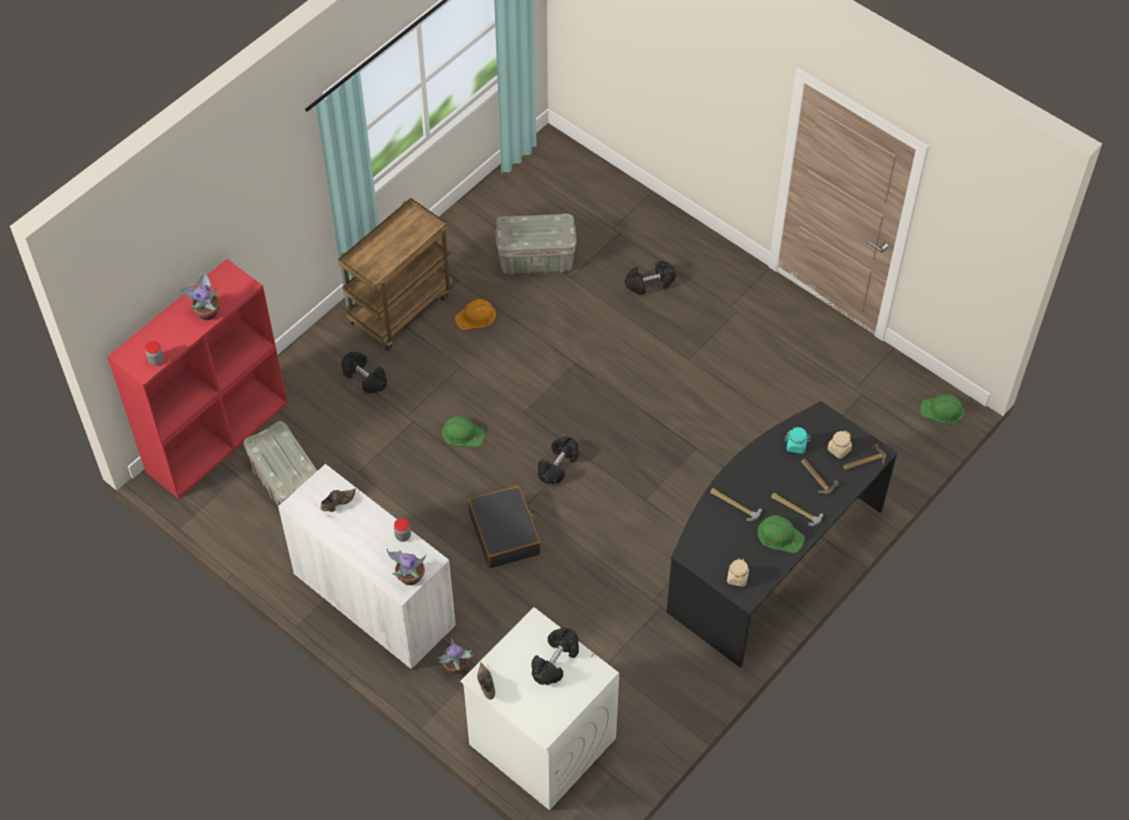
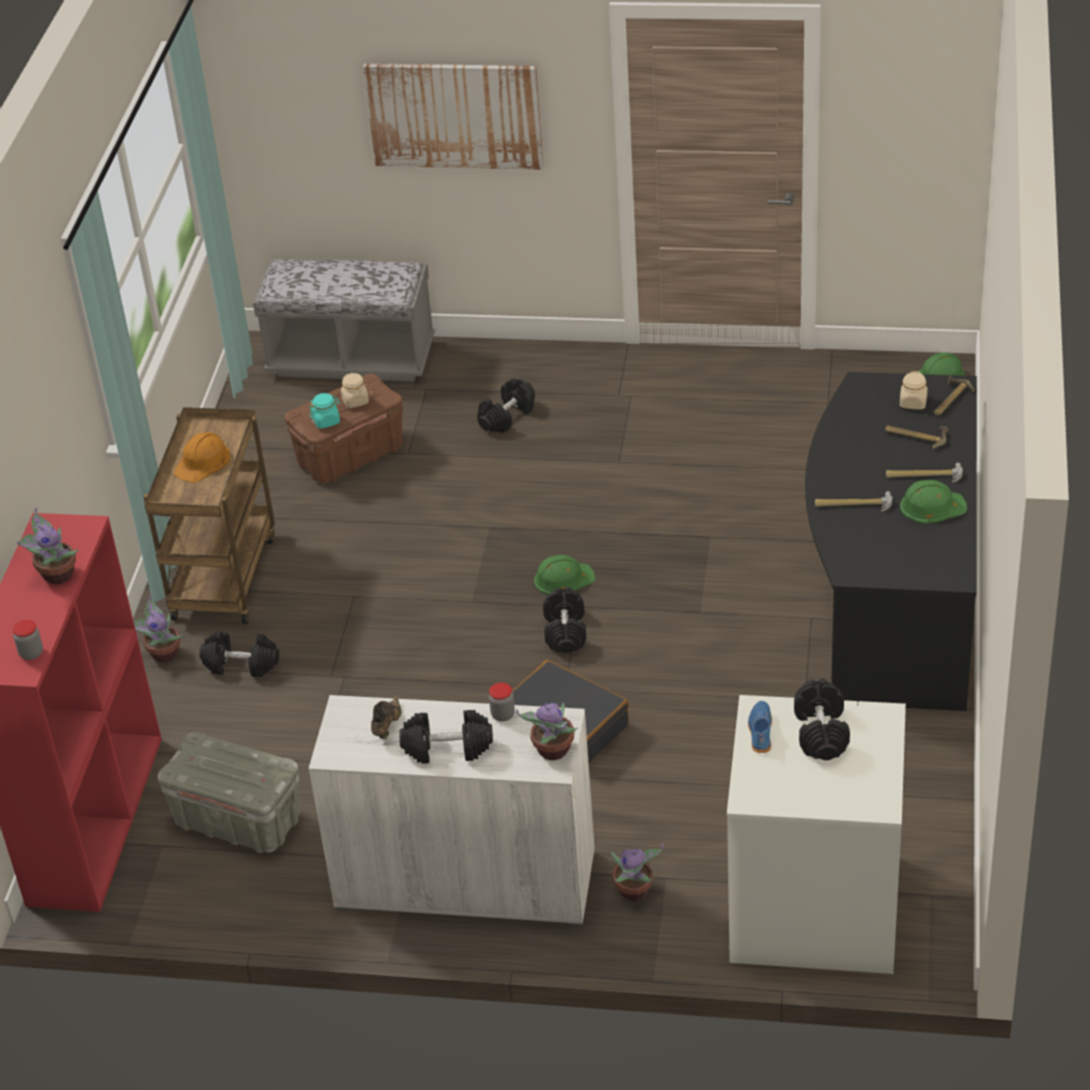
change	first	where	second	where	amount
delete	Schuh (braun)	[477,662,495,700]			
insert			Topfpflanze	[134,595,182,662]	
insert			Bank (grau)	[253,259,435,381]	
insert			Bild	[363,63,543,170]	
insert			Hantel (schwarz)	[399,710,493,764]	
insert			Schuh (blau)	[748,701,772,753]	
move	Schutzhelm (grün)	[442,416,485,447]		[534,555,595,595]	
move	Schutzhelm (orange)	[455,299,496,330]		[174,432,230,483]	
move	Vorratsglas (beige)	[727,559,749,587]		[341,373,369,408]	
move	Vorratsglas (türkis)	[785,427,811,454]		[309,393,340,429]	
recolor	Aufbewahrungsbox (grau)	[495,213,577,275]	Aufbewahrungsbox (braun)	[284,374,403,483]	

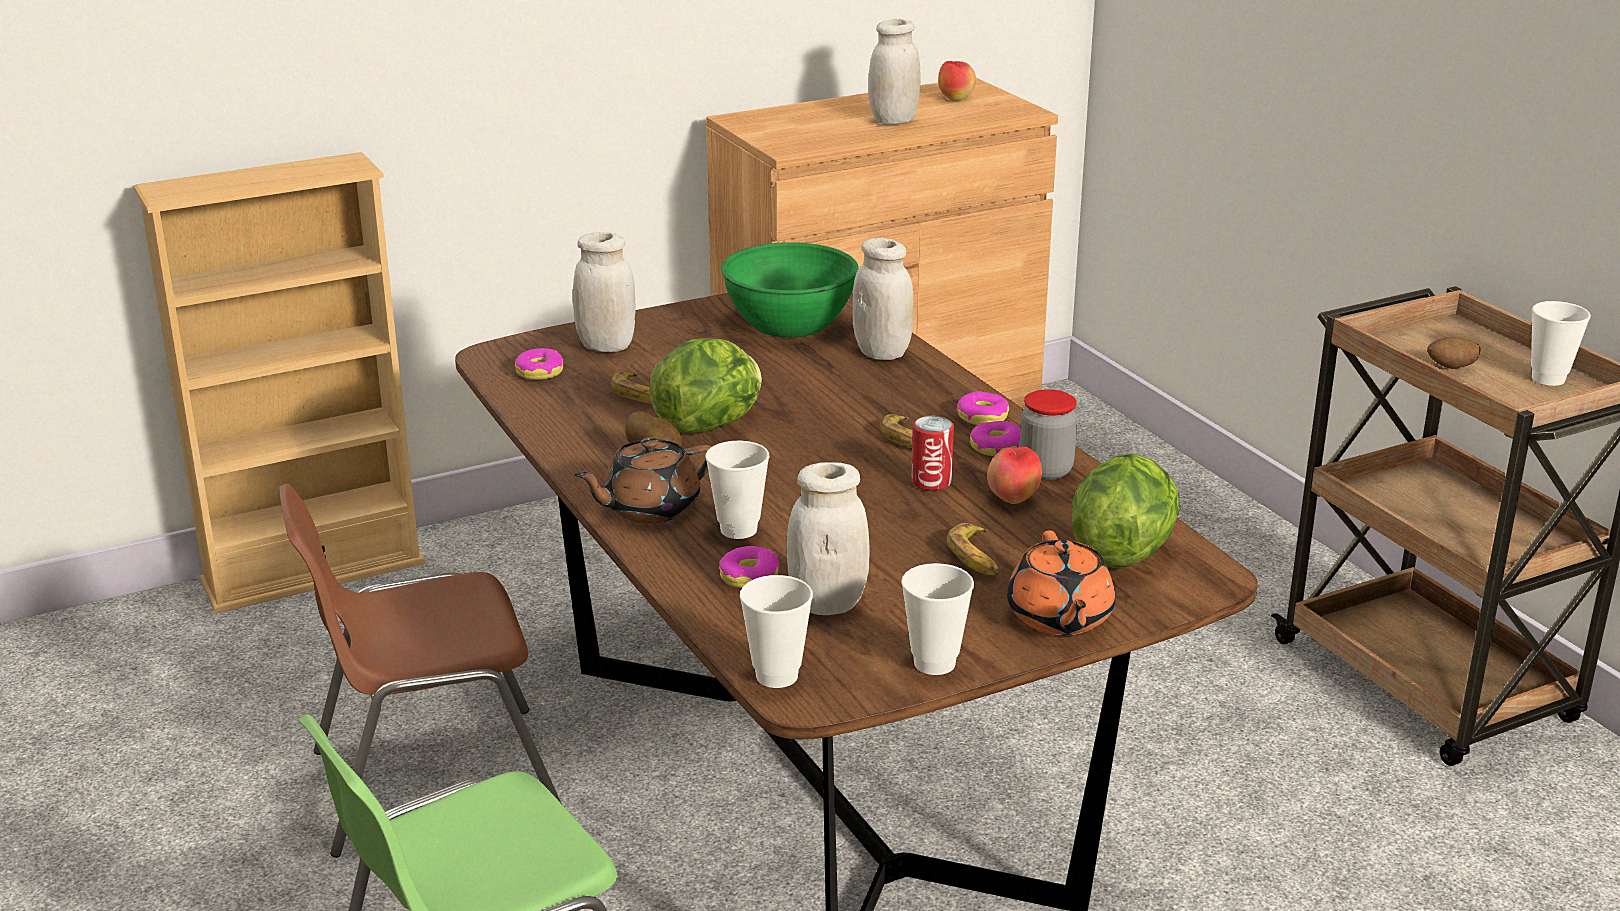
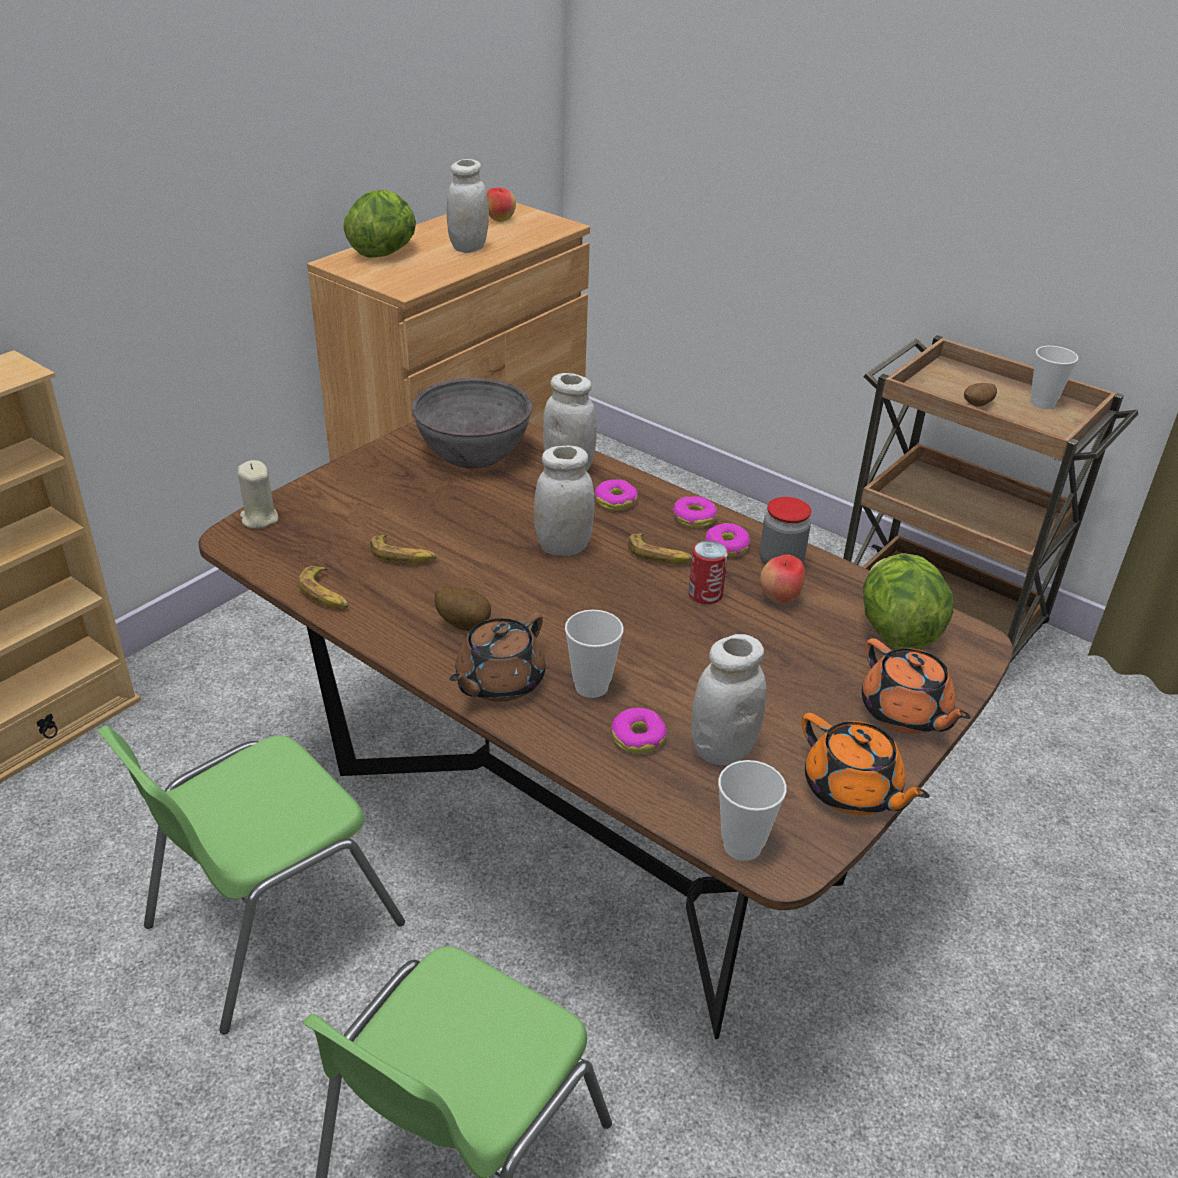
change	first	where	second	where	amount
insert			Kerze (beige)	[237,460,278,529]	
move	Donut	[515,348,563,380]		[595,479,638,511]	
move	Vorratsglas (weiß)	[573,232,636,352]		[534,446,595,556]	
move	Salatkopf	[649,338,762,432]		[343,190,416,258]	
move	Banane	[947,523,1000,576]		[298,566,349,608]	
replace	Tasse	[901,563,974,675]	Teekanne (orange)	[802,713,930,815]	
recolor	Stuhl (braun)	[279,484,562,858]	Stuhl (grün)	[98,726,405,1034]	
recolor	Schüssel (grün)	[721,242,859,338]	Schüssel (grau)	[411,378,532,468]	

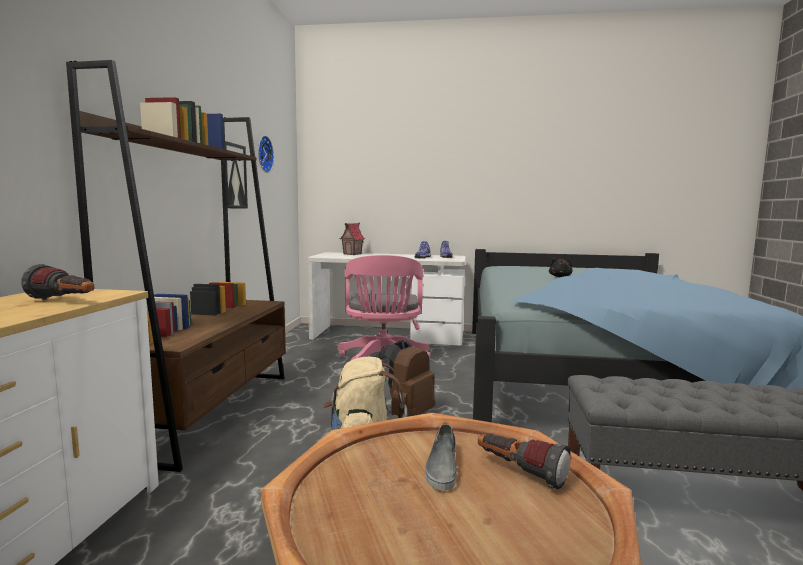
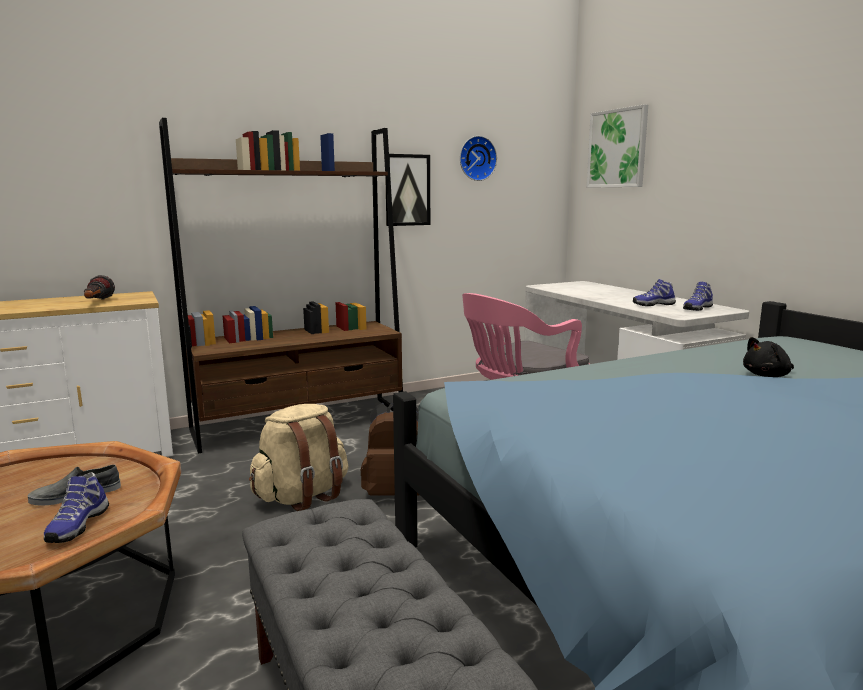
change	first	where	second	where	amount
delete	Spielzeughaus	[340,223,365,255]			
insert			Bild	[587,104,648,188]	
replace	Taschenlampe	[478,433,571,489]	Schuh	[44,472,109,543]	

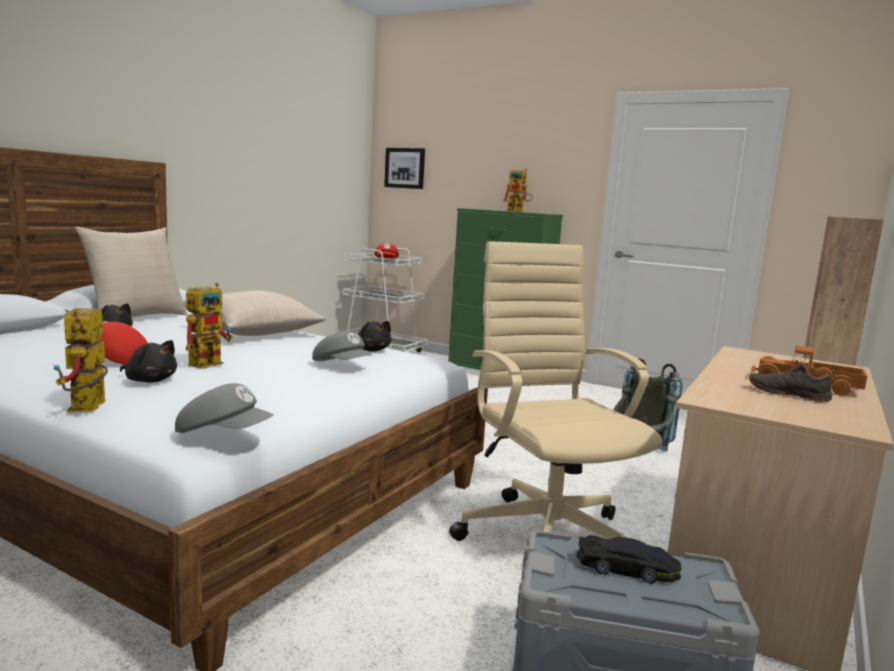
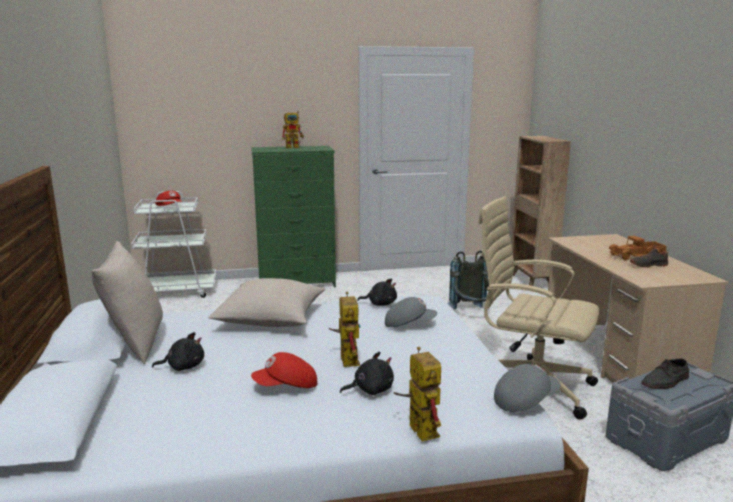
change	first	where	second	where	amount
delete	Bild	[384,148,425,189]			
replace	Spielzeugauto (schwarz)	[577,535,681,584]	Schuh (grau)	[642,358,689,389]	
rotate	Spielzeugroboter	[53,308,108,412]		[394,346,441,442]	150 degrees counterclockwise

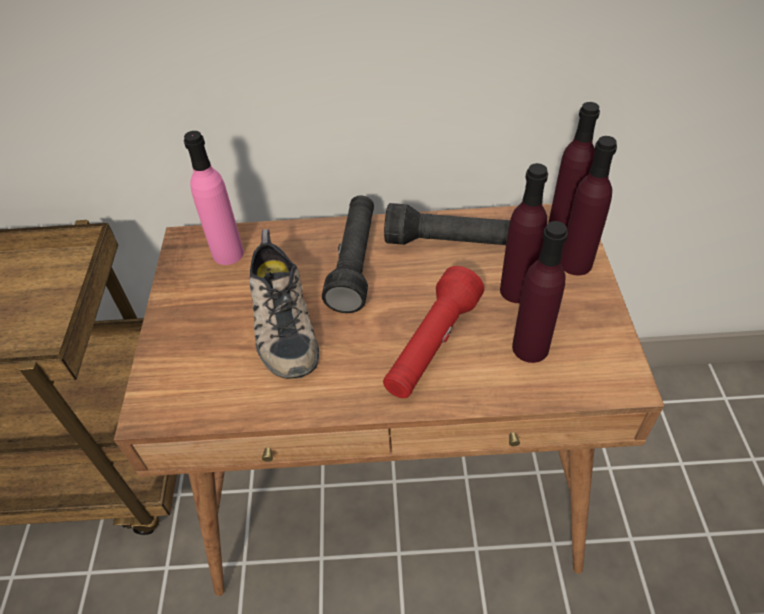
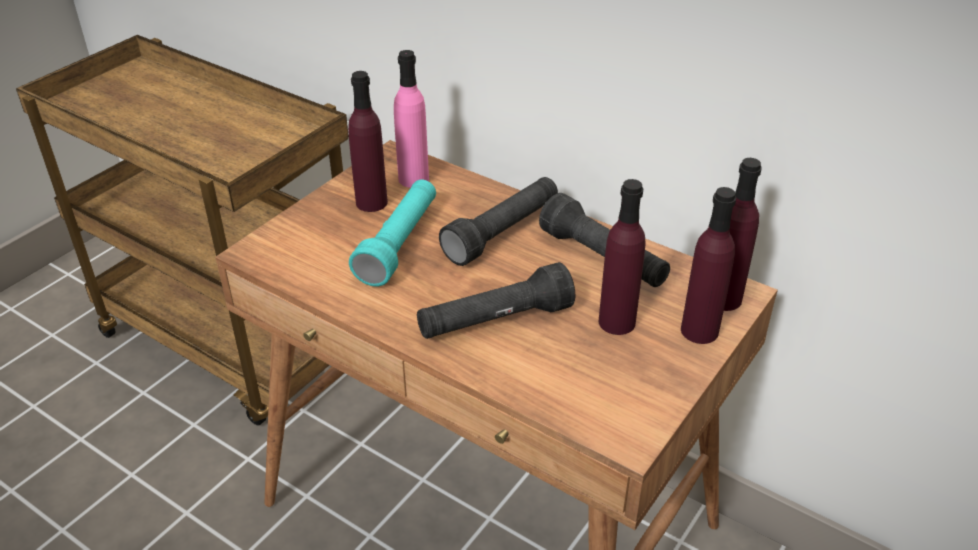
change	first	where	second	where	amount
move	Flasche (lila)	[512,221,568,363]		[348,71,388,212]	
replace	Schuh	[249,229,319,379]	Taschenlampe (türkis)	[349,179,436,287]	
recolor	Taschenlampe (rot)	[383,266,484,398]	Taschenlampe (schwarz)	[417,262,575,339]	

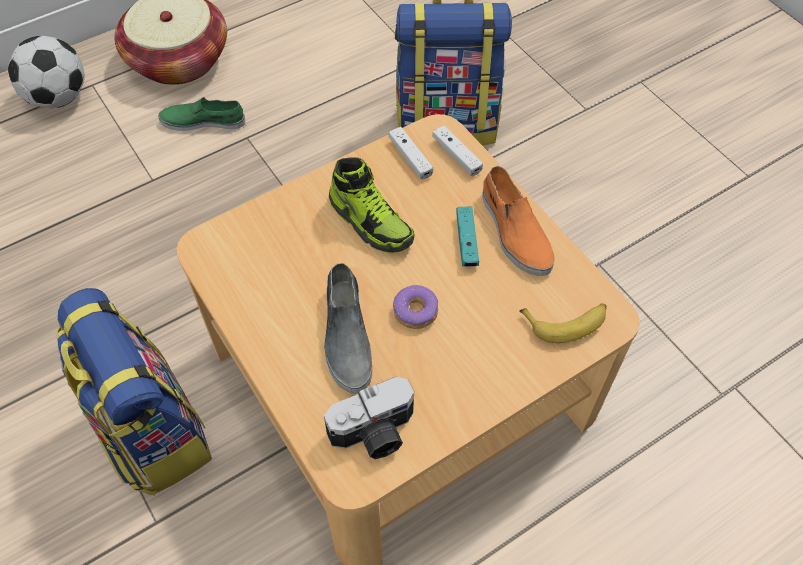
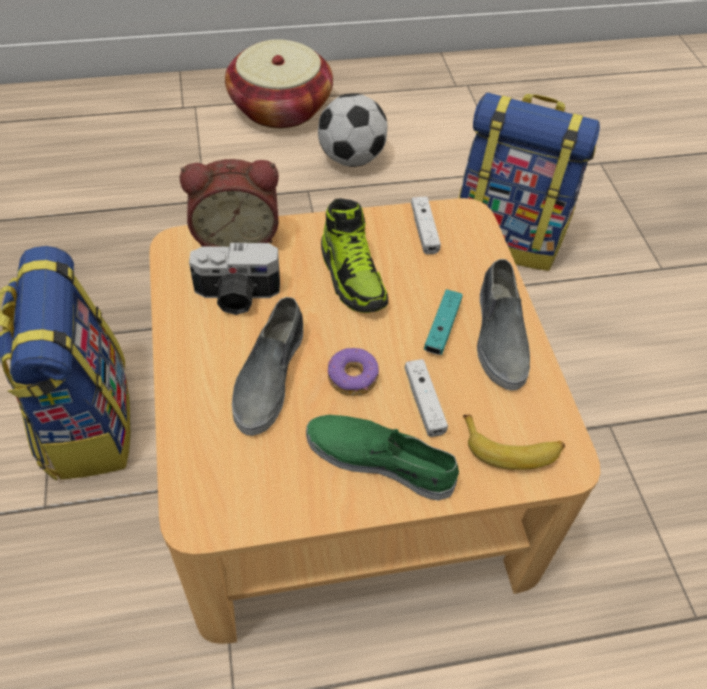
change	first	where	second	where	amount
insert			Wecker	[180,159,279,247]	
move	Fußball	[8,36,85,108]		[318,93,388,167]	
move	Schuh (grün)	[158,97,245,131]		[306,415,459,501]	
move	Kamera	[324,377,414,459]		[189,243,280,315]	
move	Gamepad (weiß)	[432,125,483,176]		[404,359,448,437]	
recolor	Schuh (orange)	[482,166,555,276]	Schuh (grau)	[477,259,530,391]	

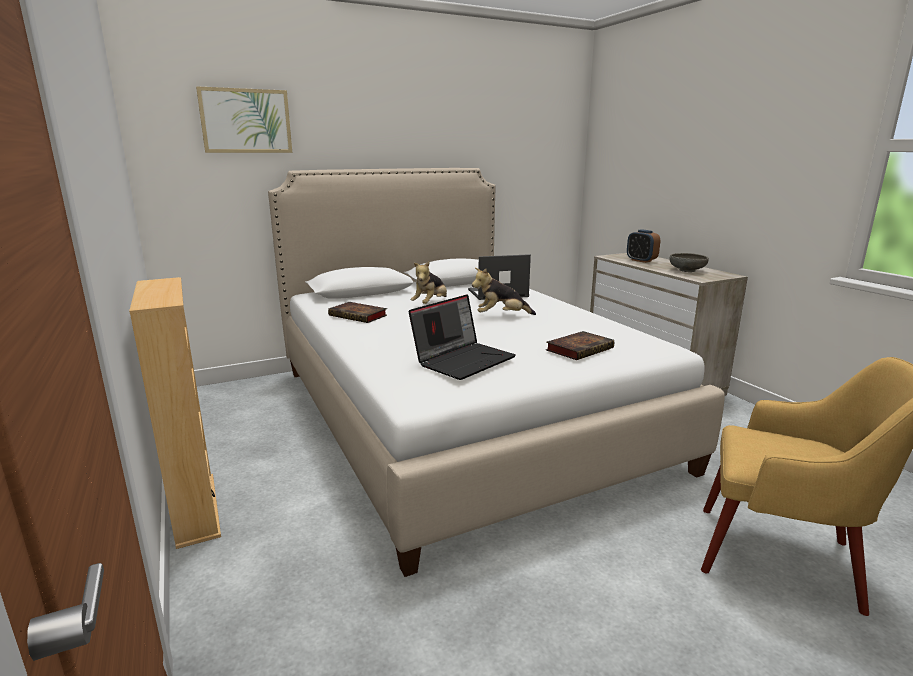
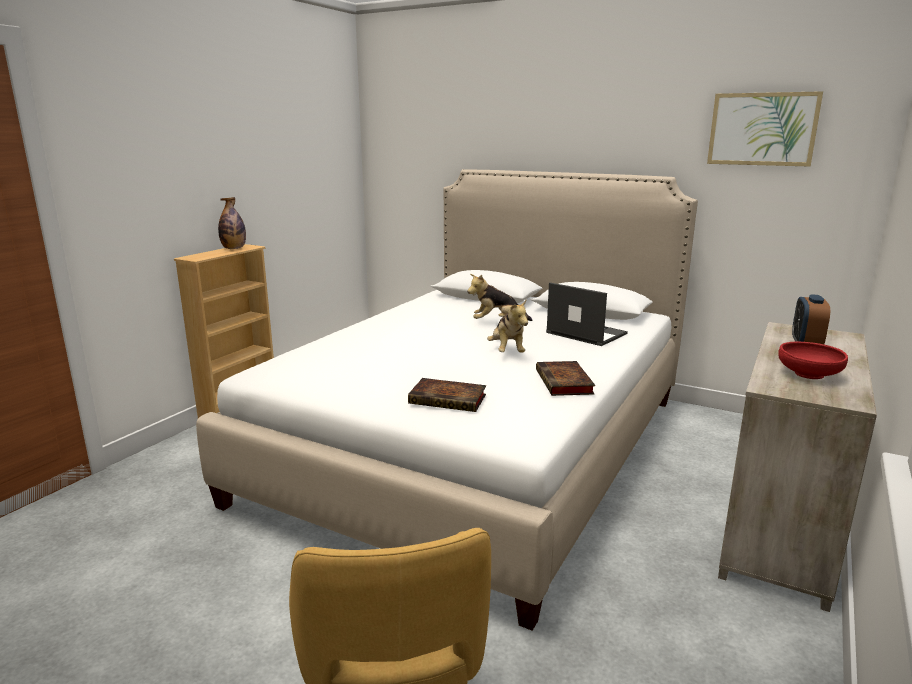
change	first	where	second	where	amount
delete	Laptop	[409,294,516,380]			
insert			Flasche	[218,197,246,249]	
move	Bild	[196,86,292,153]		[707,91,823,167]	
move	Buch	[328,302,387,323]		[536,361,595,396]	
recolor	Schüssel (grau)	[670,253,709,272]	Schüssel (rot)	[779,342,848,379]	
rotate	Plüschtier	[472,268,536,315]		[487,300,528,353]	150 degrees counterclockwise

